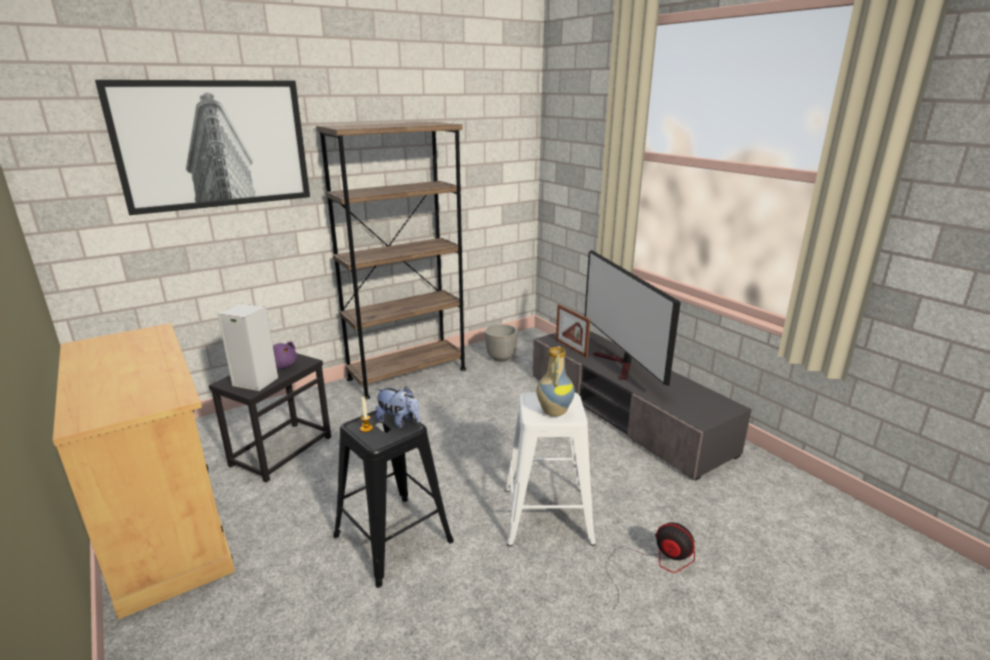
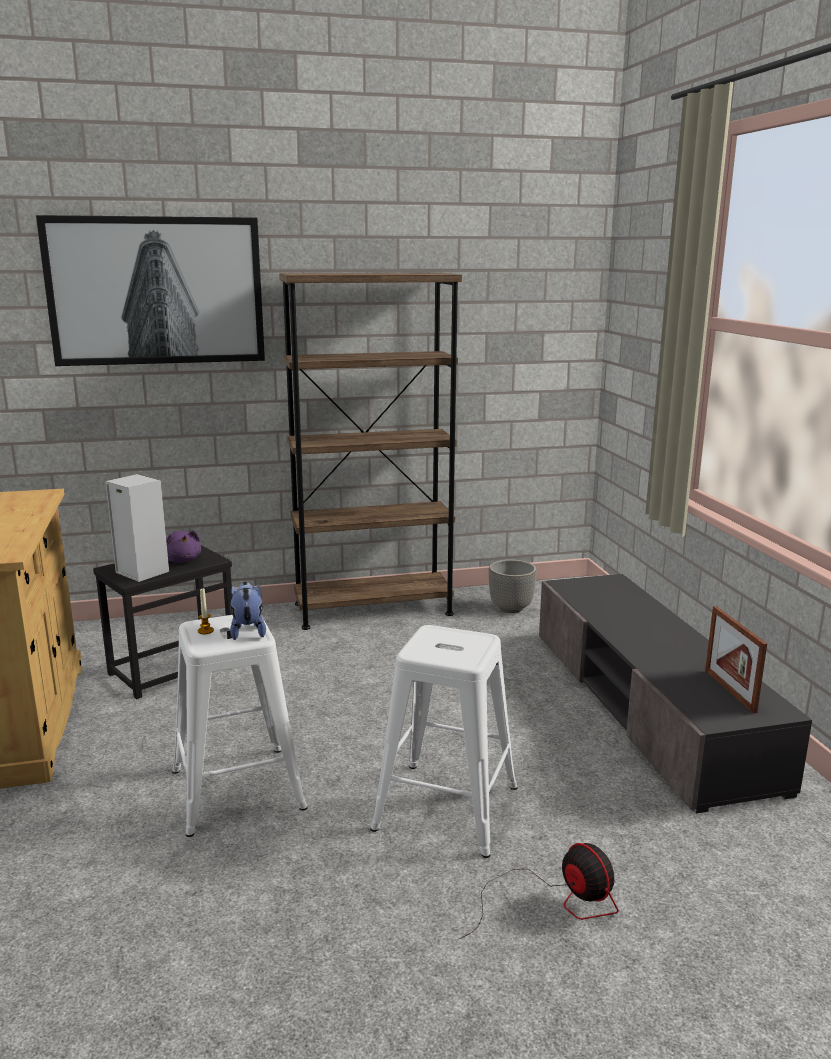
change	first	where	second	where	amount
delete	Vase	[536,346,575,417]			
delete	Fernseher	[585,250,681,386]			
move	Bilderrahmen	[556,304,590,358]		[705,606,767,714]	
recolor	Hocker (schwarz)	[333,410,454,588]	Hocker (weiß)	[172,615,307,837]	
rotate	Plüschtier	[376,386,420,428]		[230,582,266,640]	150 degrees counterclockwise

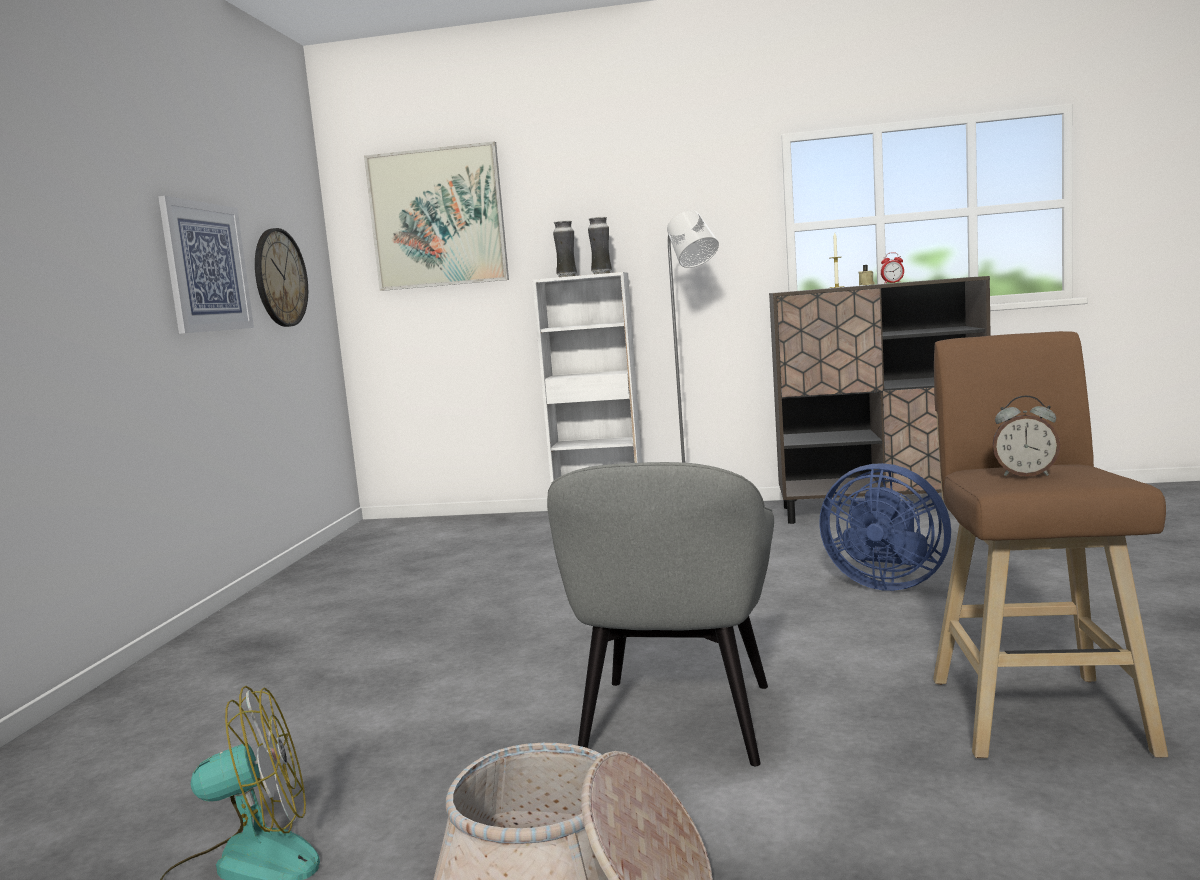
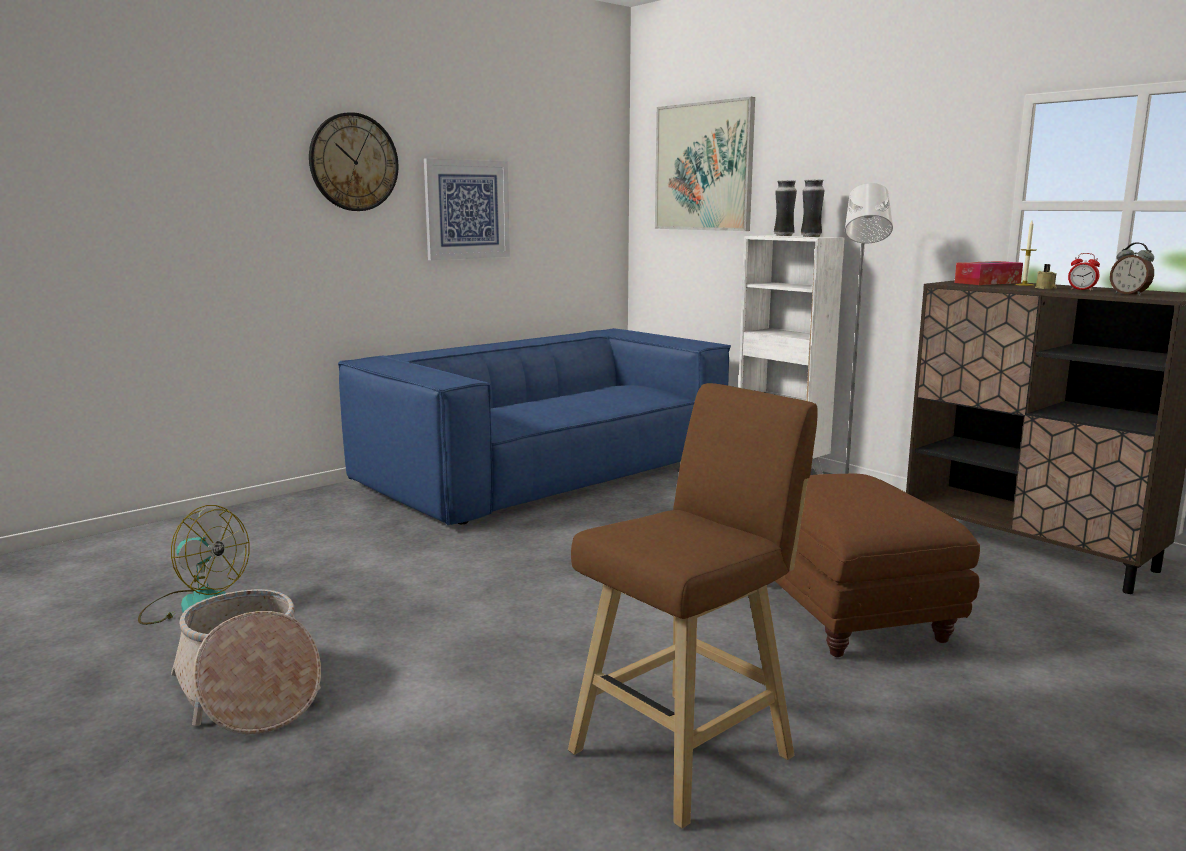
change	first	where	second	where	amount
delete	Sessel (grau)	[547,462,774,766]			
insert			Sofa (blau)	[338,328,731,525]	
insert			Taschentuchbox	[954,261,1023,285]	
move	Wanduhr	[255,228,308,327]		[309,112,399,211]	
move	Wecker	[992,395,1060,476]		[1110,242,1154,296]	
replace	Ventilator (blau)	[819,463,951,591]	Polsterhocker (braun)	[775,474,980,657]	

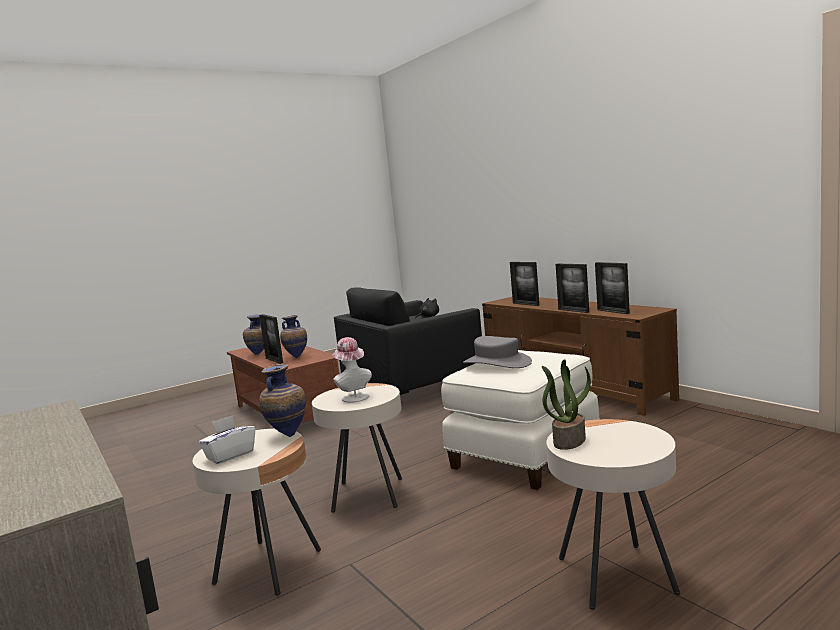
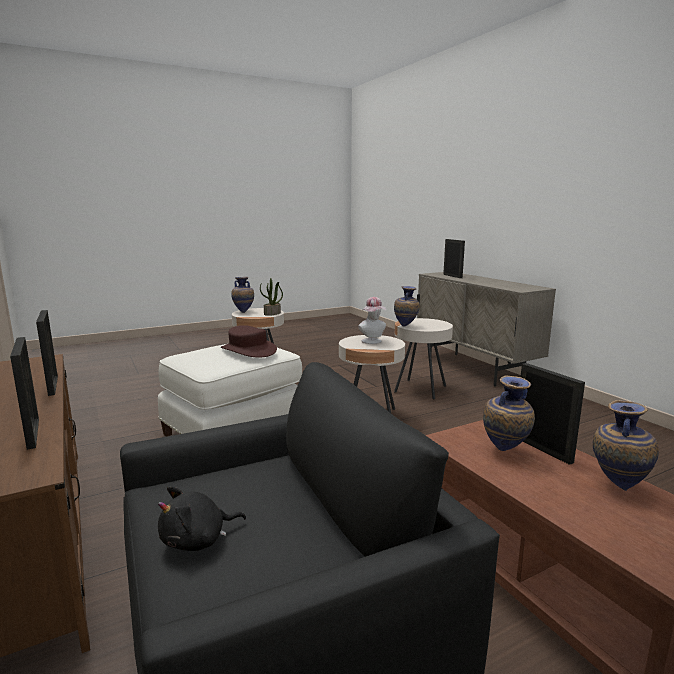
change	first	where	second	where	amount
delete	Taschentuchbox (weiß)	[199,415,255,464]			
insert			Vase	[231,277,254,313]	
move	Bilderrahmen	[595,262,630,314]		[443,239,465,278]	
recolor	Hut (grau)	[463,336,532,368]	Hut (braun)	[221,325,277,358]	

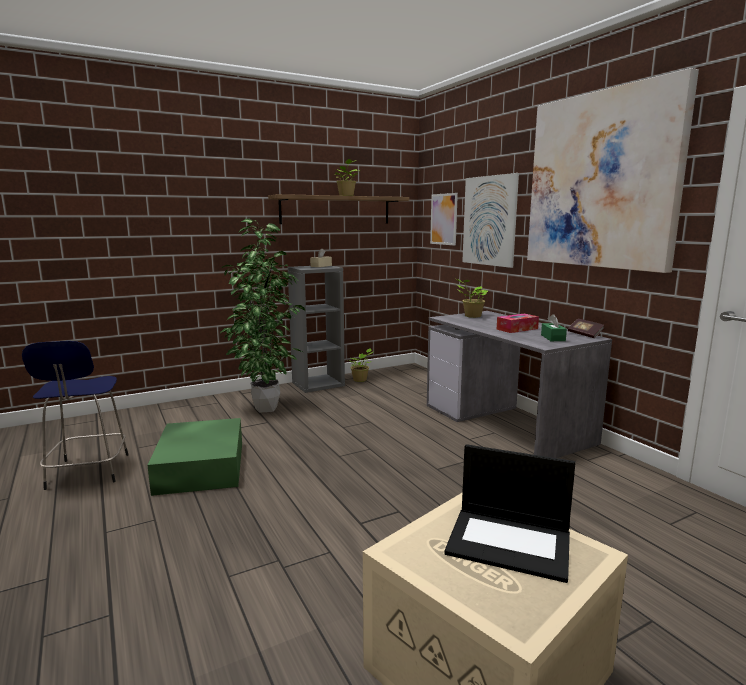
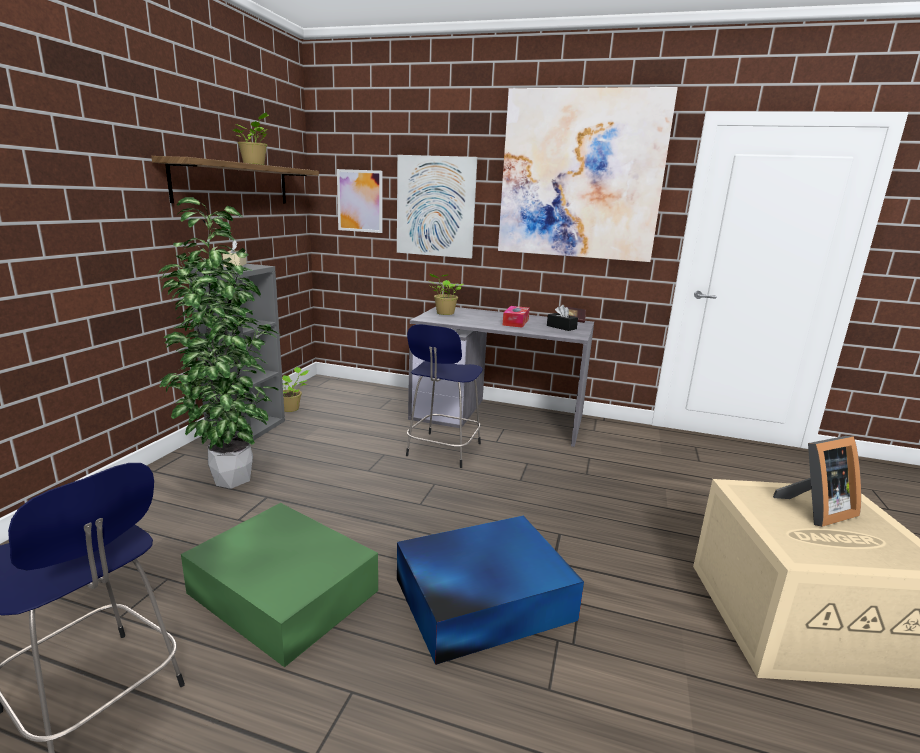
change	first	where	second	where	amount
insert			Aufbewahrungsbox (blau)	[397,516,584,665]	
insert			Hocker (blau)	[406,324,483,468]	
replace	Laptop	[444,444,575,583]	Bilderrahmen	[773,436,861,527]	
recolor	Taschentuchbox (grün)	[541,314,567,341]	Taschentuchbox (schwarz)	[547,305,578,331]	

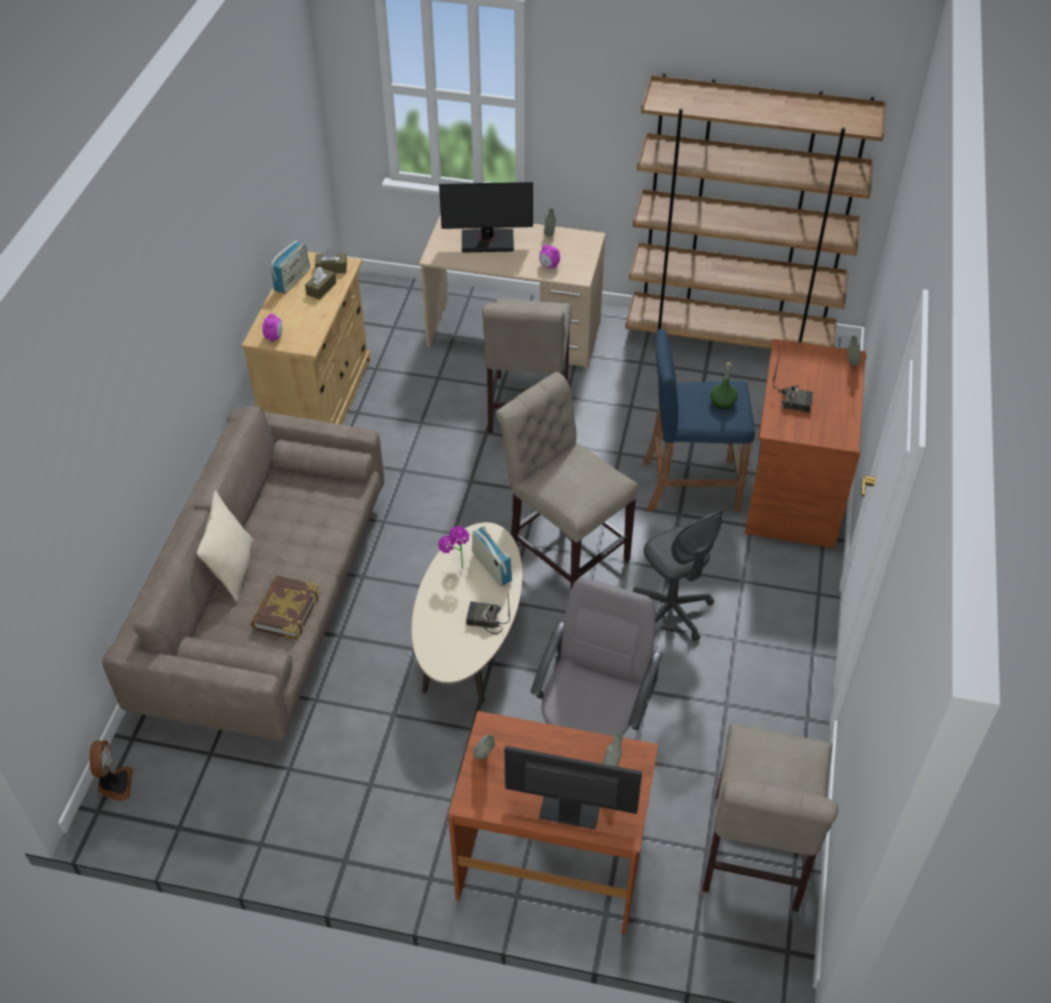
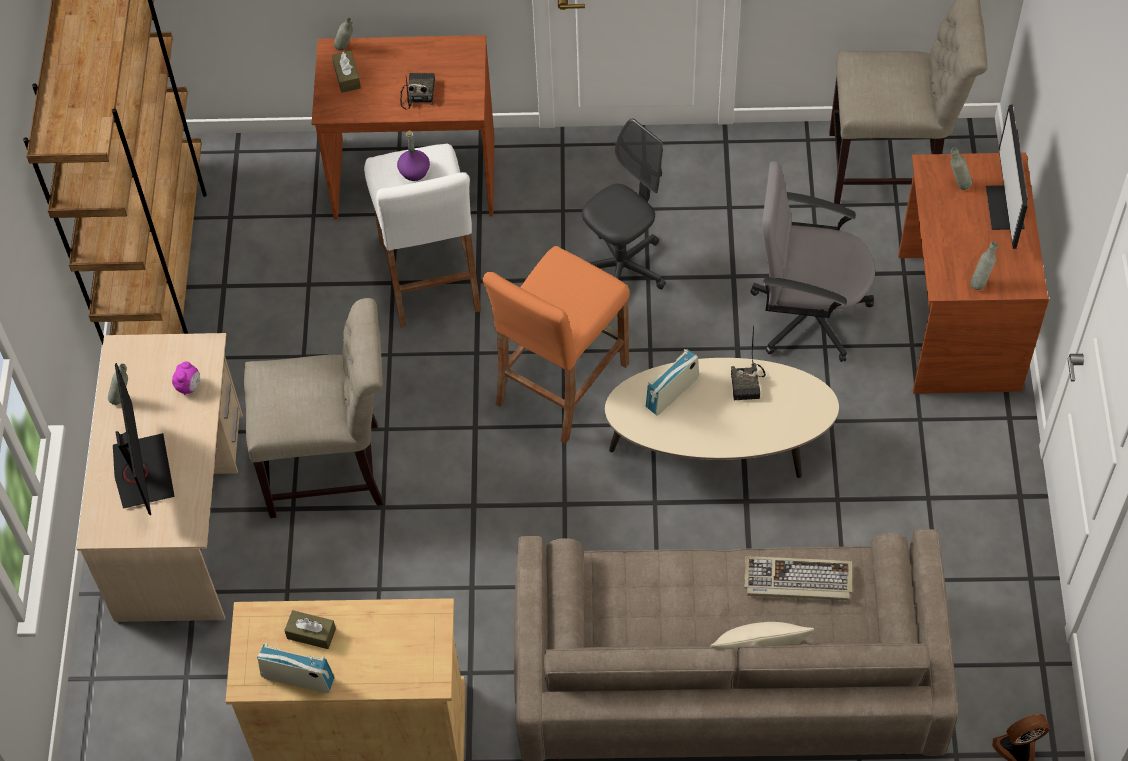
change	first	where	second	where	amount
delete	Wecker	[262,314,282,342]			
delete	Topfpflanze	[438,526,469,568]			
move	Taschentuchbox (braun)	[315,249,347,273]		[332,51,361,93]	
replace	Buch	[251,576,320,640]	Tastatur	[744,556,852,600]	
replace	Stuhl (beige)	[496,372,639,591]	Hocker (orange)	[483,246,630,444]	
recolor	Hocker (blau)	[643,329,755,512]	Hocker (weiß)	[364,144,481,328]	
recolor	Flasche (grün)	[710,362,738,409]	Flasche (lila)	[397,131,430,181]	

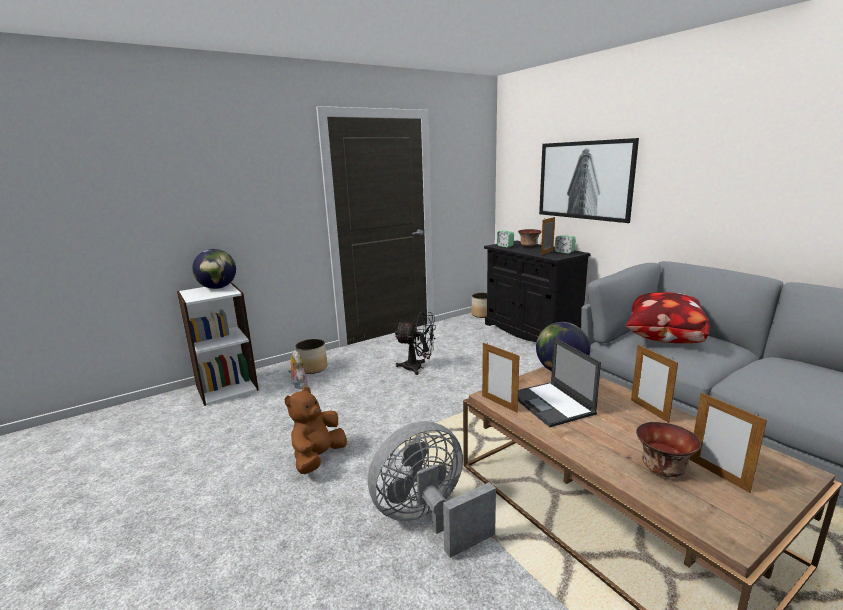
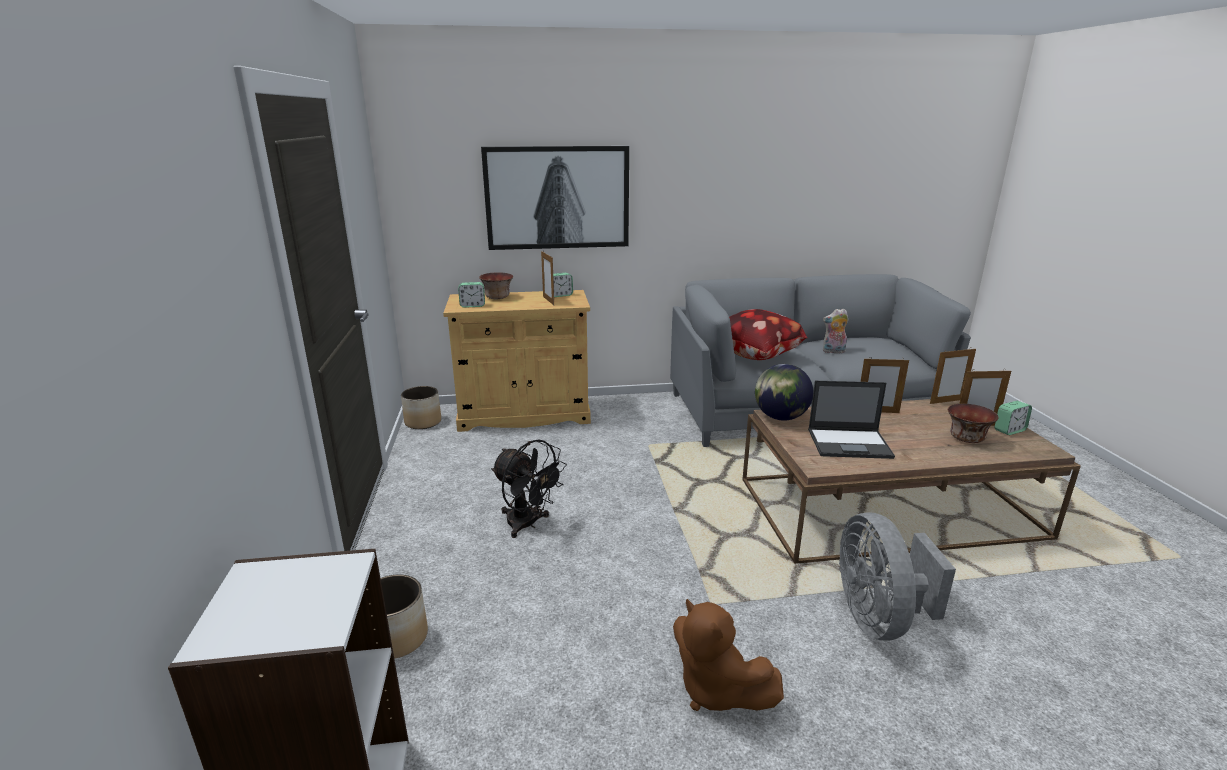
change	first	where	second	where	amount
delete	Globus	[192,249,236,289]			
insert			Wecker	[995,401,1032,435]	
move	Plüschtier	[289,350,308,389]		[823,309,849,353]	
move	Bilderrahmen	[482,342,519,413]		[930,347,976,404]	
recolor	Schrank (schwarz)	[484,240,591,342]	Schrank (beige)	[443,290,591,432]	
rotate	Ventilator (schwarz)	[395,312,436,375]		[491,439,567,538]	90 degrees clockwise

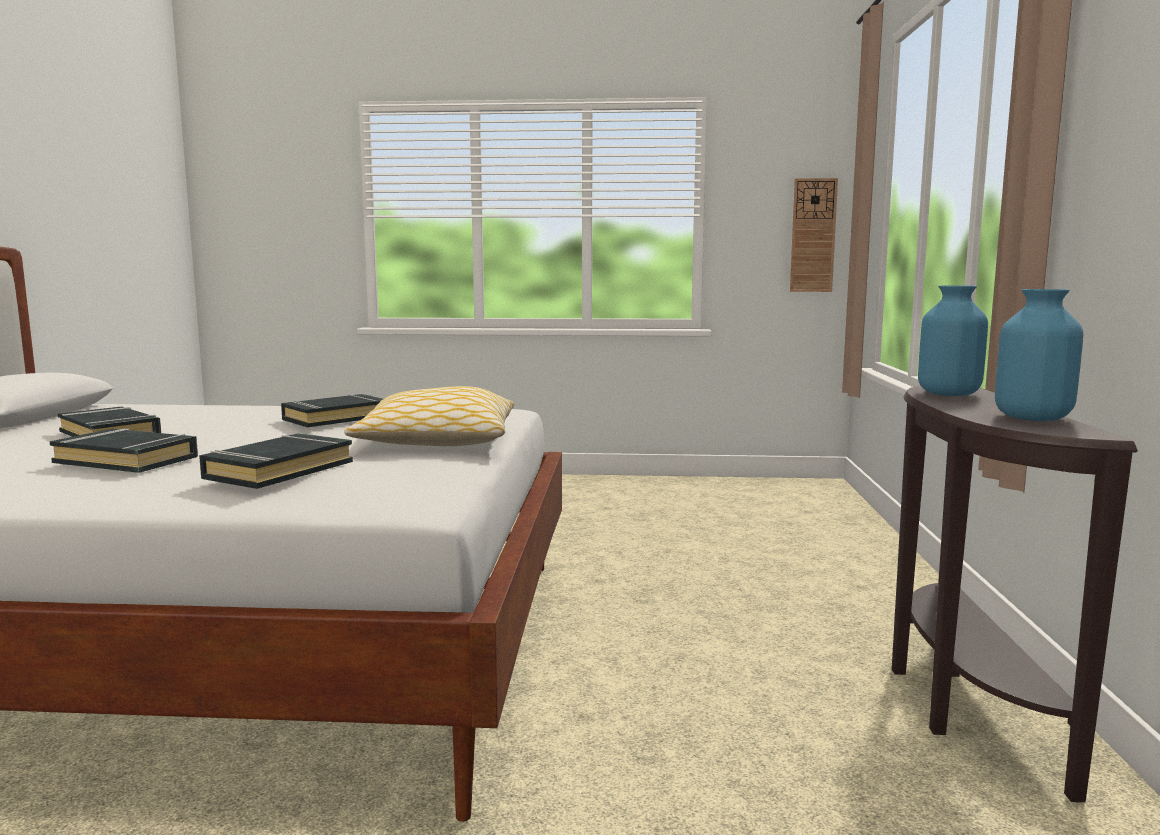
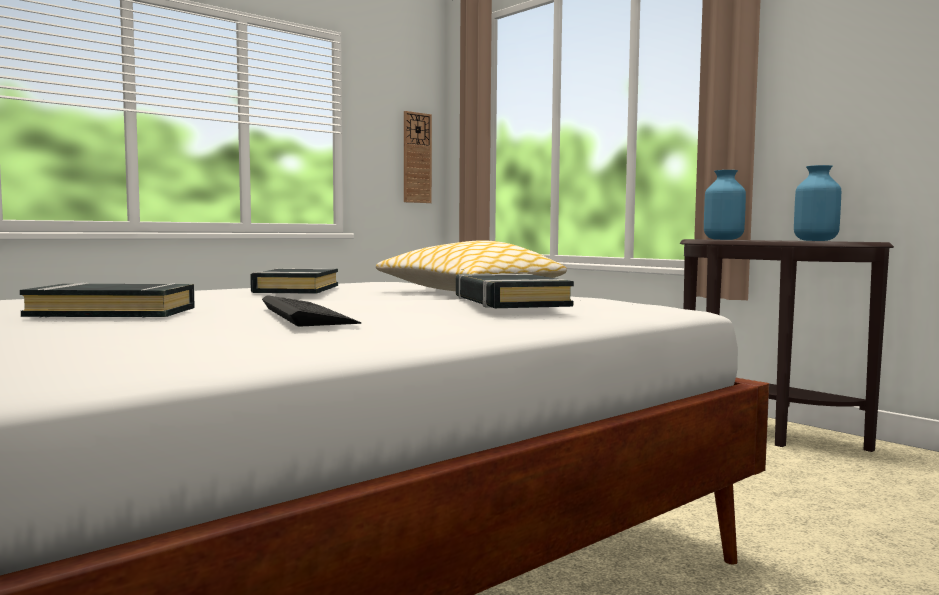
change	first	where	second	where	amount
replace	Buch (schwarz)	[49,428,198,473]	Tastatur	[262,295,362,326]	

